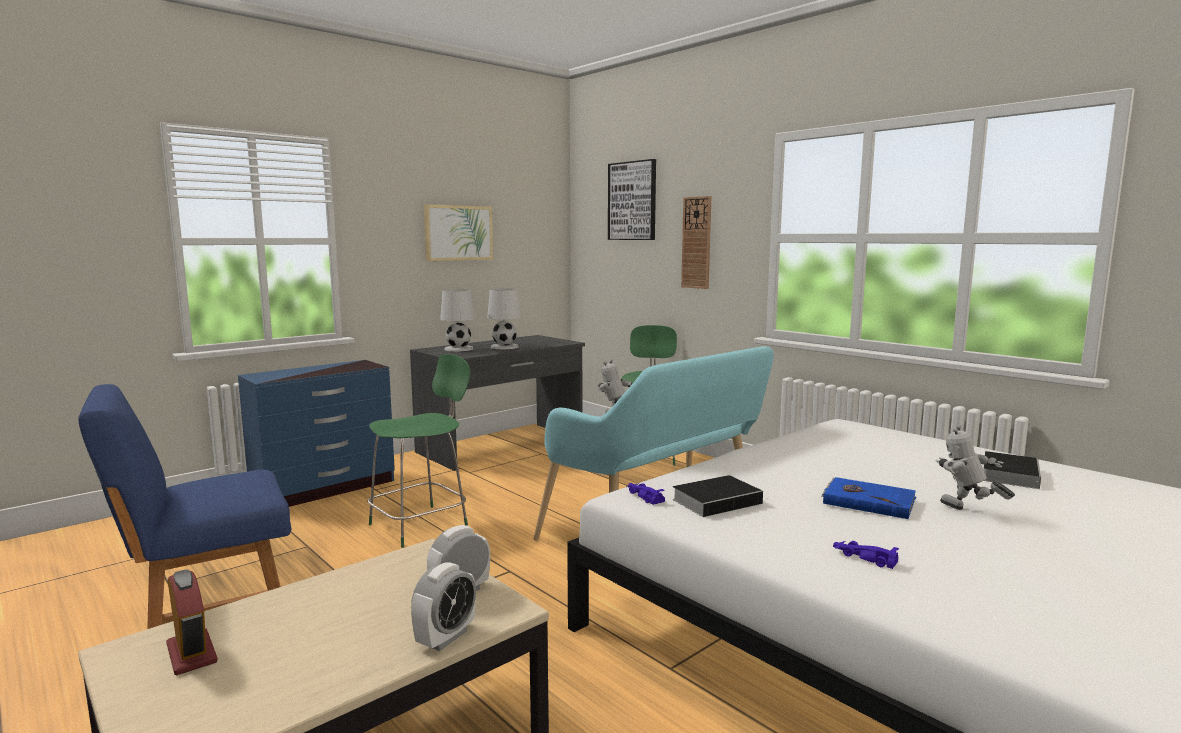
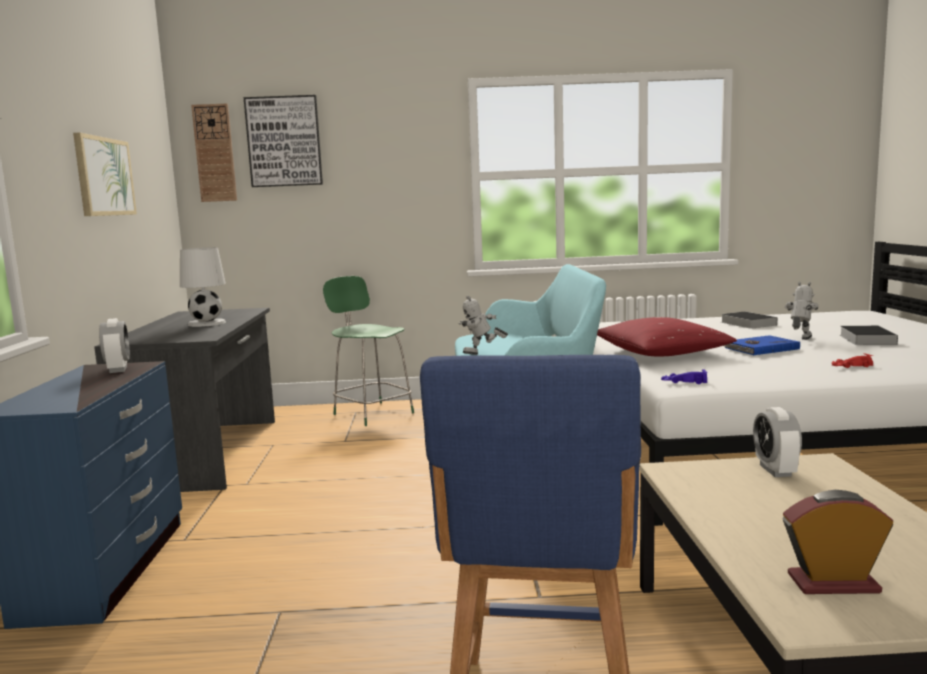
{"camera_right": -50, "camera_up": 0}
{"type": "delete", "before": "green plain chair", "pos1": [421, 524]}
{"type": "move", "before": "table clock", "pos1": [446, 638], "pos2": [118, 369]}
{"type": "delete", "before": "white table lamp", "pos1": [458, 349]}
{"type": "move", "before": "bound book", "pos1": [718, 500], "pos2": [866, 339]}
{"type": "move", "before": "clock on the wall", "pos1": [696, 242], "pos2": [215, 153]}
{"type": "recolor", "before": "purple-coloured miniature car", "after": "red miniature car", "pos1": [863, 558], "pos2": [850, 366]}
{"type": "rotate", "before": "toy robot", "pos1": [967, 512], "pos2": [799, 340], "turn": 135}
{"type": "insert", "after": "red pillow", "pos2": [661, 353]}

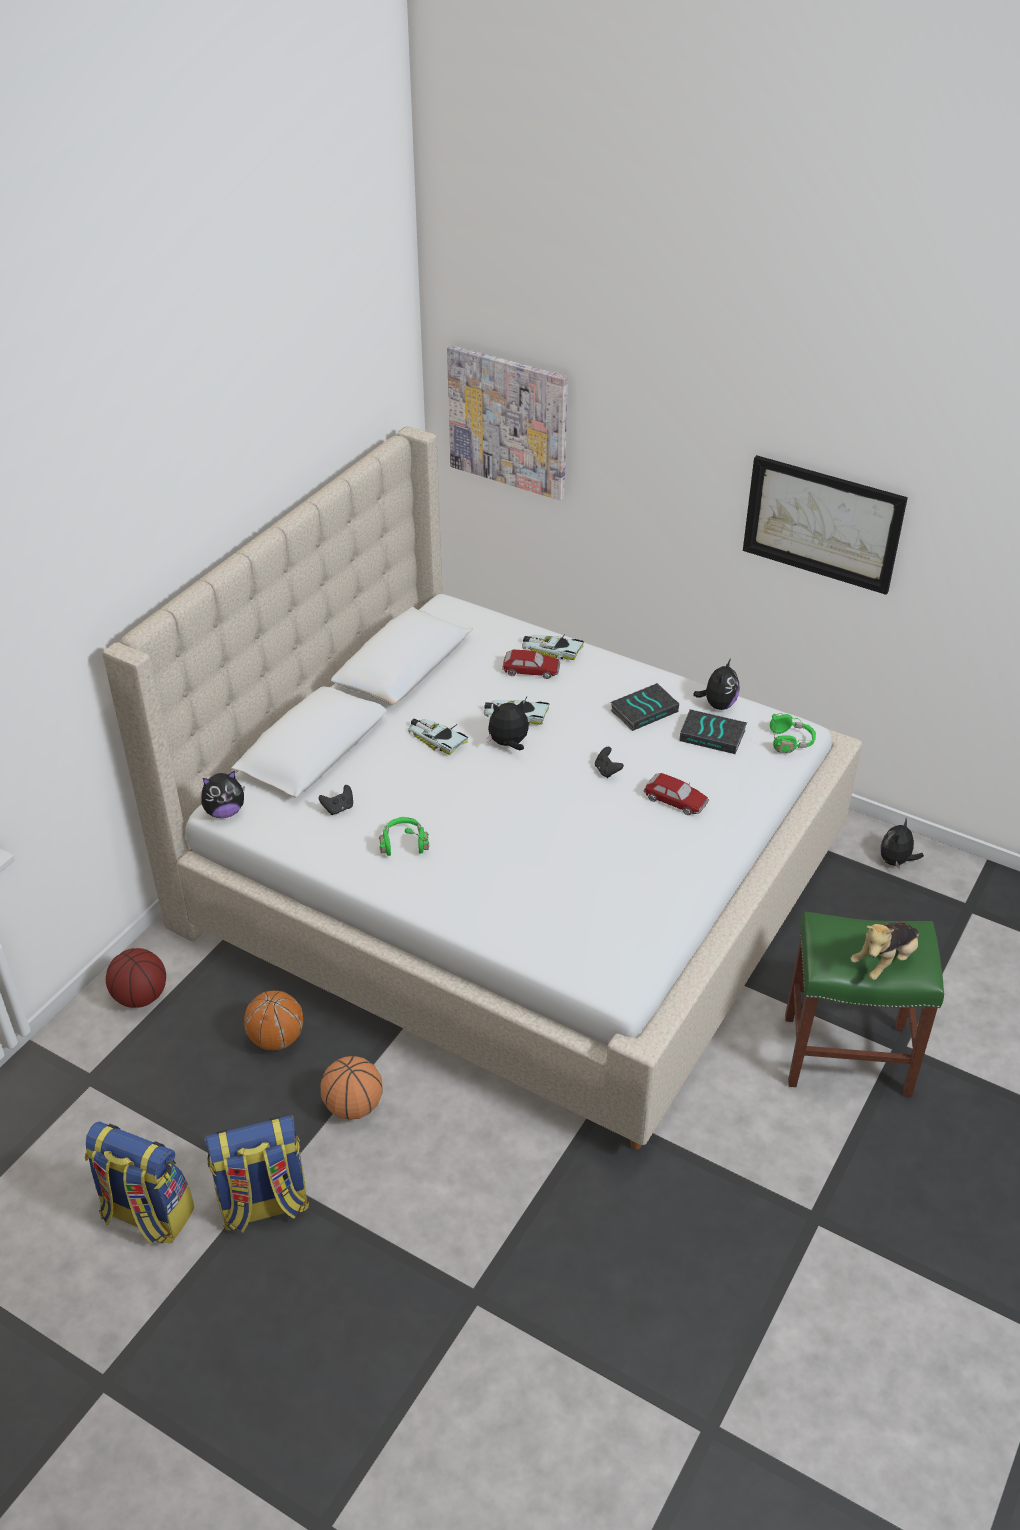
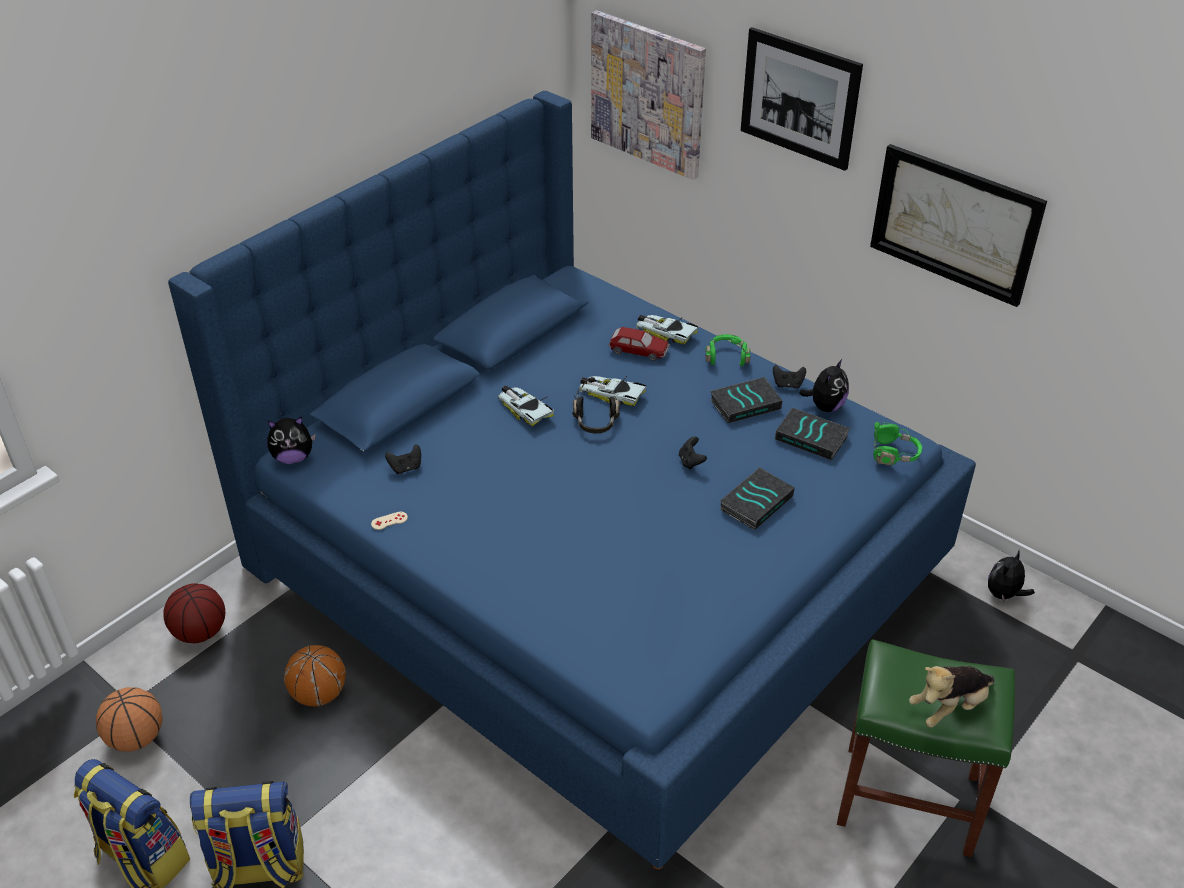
{"camera_right": 10, "camera_up": 0}
{"type": "recolor", "before": "beige-coloured bedroom bed", "after": "blue bedroom bed", "pos1": [510, 883], "pos2": [593, 565]}
{"type": "move", "before": "basketball ball", "pos1": [353, 1106], "pos2": [136, 738]}
{"type": "move", "before": "green pair of headphones", "pos1": [404, 843], "pos2": [727, 357]}
{"type": "replace", "before": "soft toy", "after": "blackish pair of headphones", "pos1": [508, 744], "pos2": [596, 422]}
{"type": "replace", "before": "miniature car", "after": "bound book", "pos1": [675, 801], "pos2": [755, 502]}
{"type": "insert", "after": "beige-coloured gamepad", "pos2": [389, 521]}
{"type": "insert", "after": "wall art", "pos2": [799, 98]}
{"type": "insert", "after": "blackish gamepad", "pos2": [787, 385]}

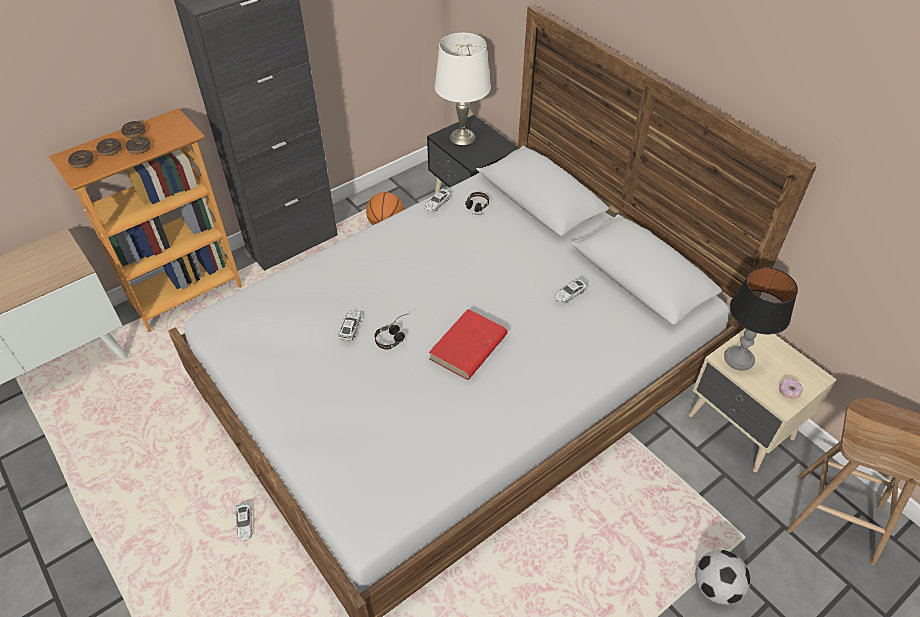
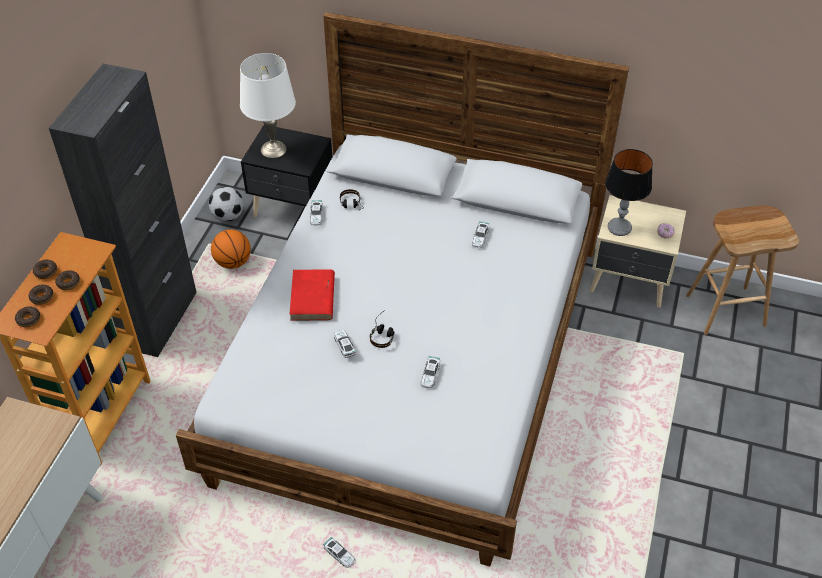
{"camera_right": -35, "camera_up": 0}
{"type": "move", "before": "red bound book", "pos1": [468, 347], "pos2": [312, 298]}
{"type": "move", "before": "football ball", "pos1": [716, 587], "pos2": [228, 216]}
{"type": "insert", "after": "miniature car", "pos2": [430, 375]}

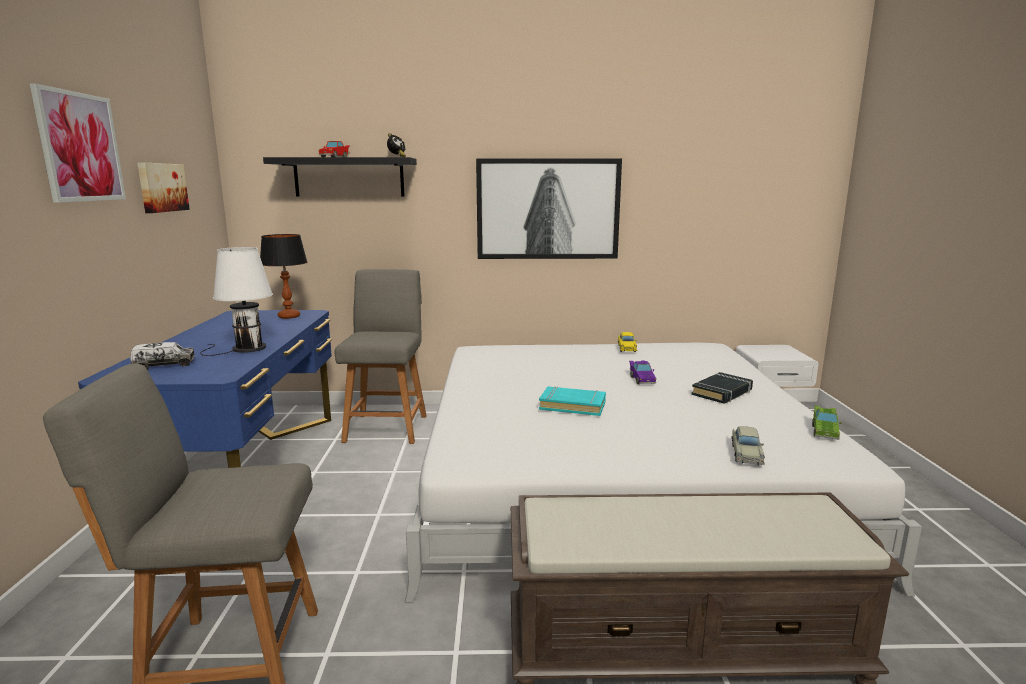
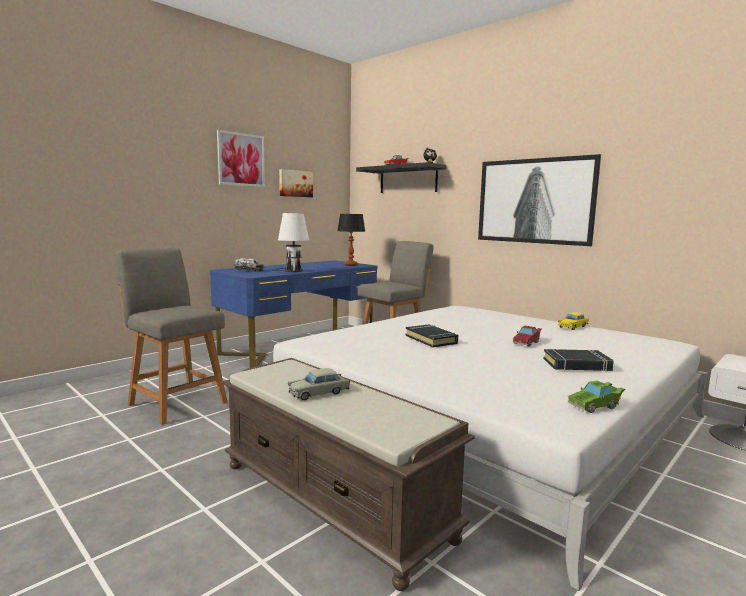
{"camera_right": 45, "camera_up": -5}
{"type": "recolor", "before": "blue-green bound book", "after": "blackish bound book", "pos1": [572, 405], "pos2": [431, 339]}
{"type": "recolor", "before": "purple-coloured miniature car", "after": "red miniature car", "pos1": [641, 379], "pos2": [527, 342]}
{"type": "move", "before": "beige-coloured miniature car", "pos1": [746, 453], "pos2": [319, 393]}

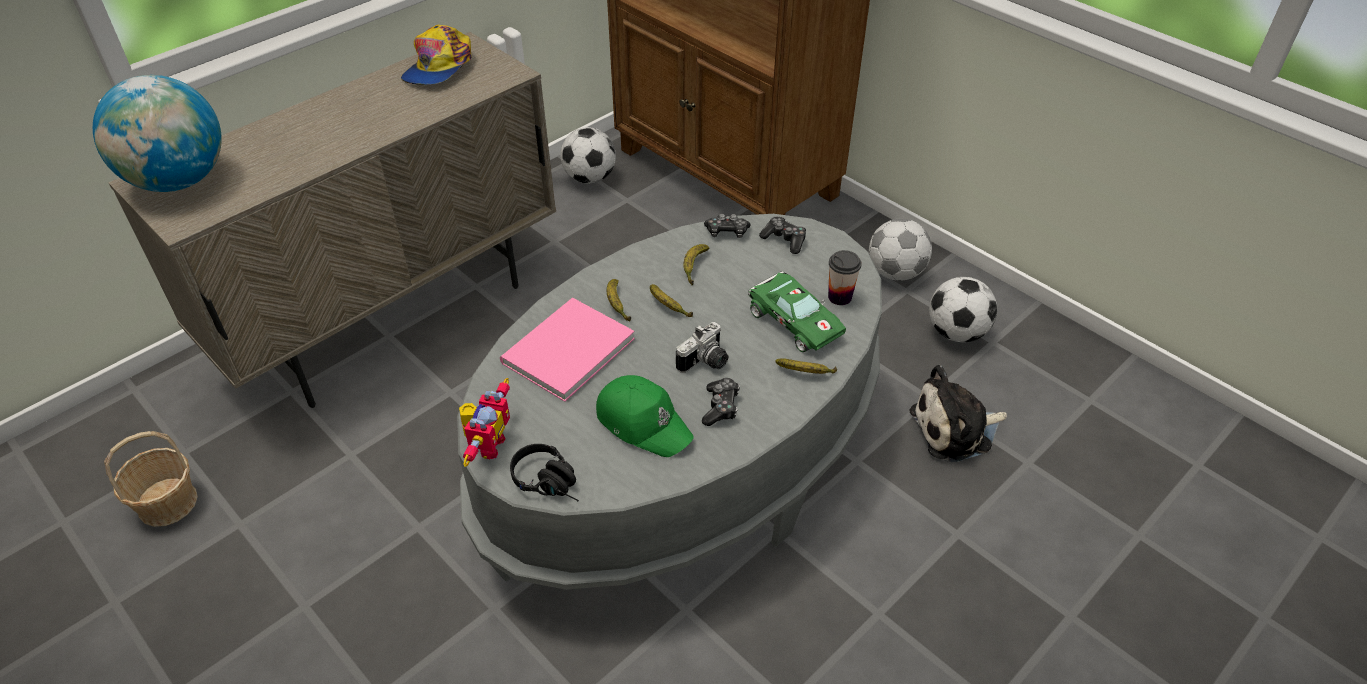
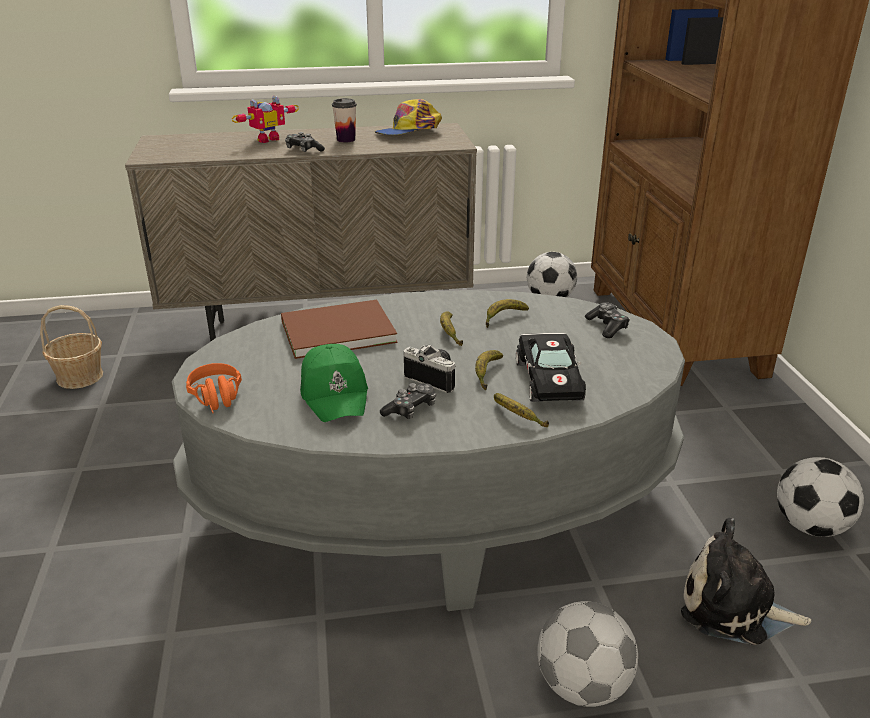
{"camera_right": 35, "camera_up": -15}
{"type": "delete", "before": "globe", "pos1": [179, 181]}
{"type": "move", "before": "toy robot", "pos1": [486, 444], "pos2": [266, 139]}
{"type": "recolor", "before": "pink-coloured bound book", "after": "brownish bound book", "pos1": [563, 351], "pos2": [334, 331]}
{"type": "recolor", "before": "blackish pair of headphones", "after": "orangey pair of headphones", "pos1": [551, 483], "pos2": [218, 401]}
{"type": "move", "before": "banana", "pos1": [617, 304], "pos2": [486, 374]}
{"type": "rotate", "before": "still camera", "pos1": [706, 363], "pos2": [435, 377], "turn": -135}
{"type": "move", "before": "gamepad", "pos1": [726, 232], "pos2": [303, 150]}
{"type": "recolor", "before": "green miniature car", "after": "blackish miniature car", "pos1": [792, 320], "pos2": [549, 379]}
{"type": "move", "before": "cup", "pos1": [839, 297], "pos2": [346, 140]}
{"type": "move", "before": "football ball", "pos1": [895, 273], "pos2": [582, 686]}

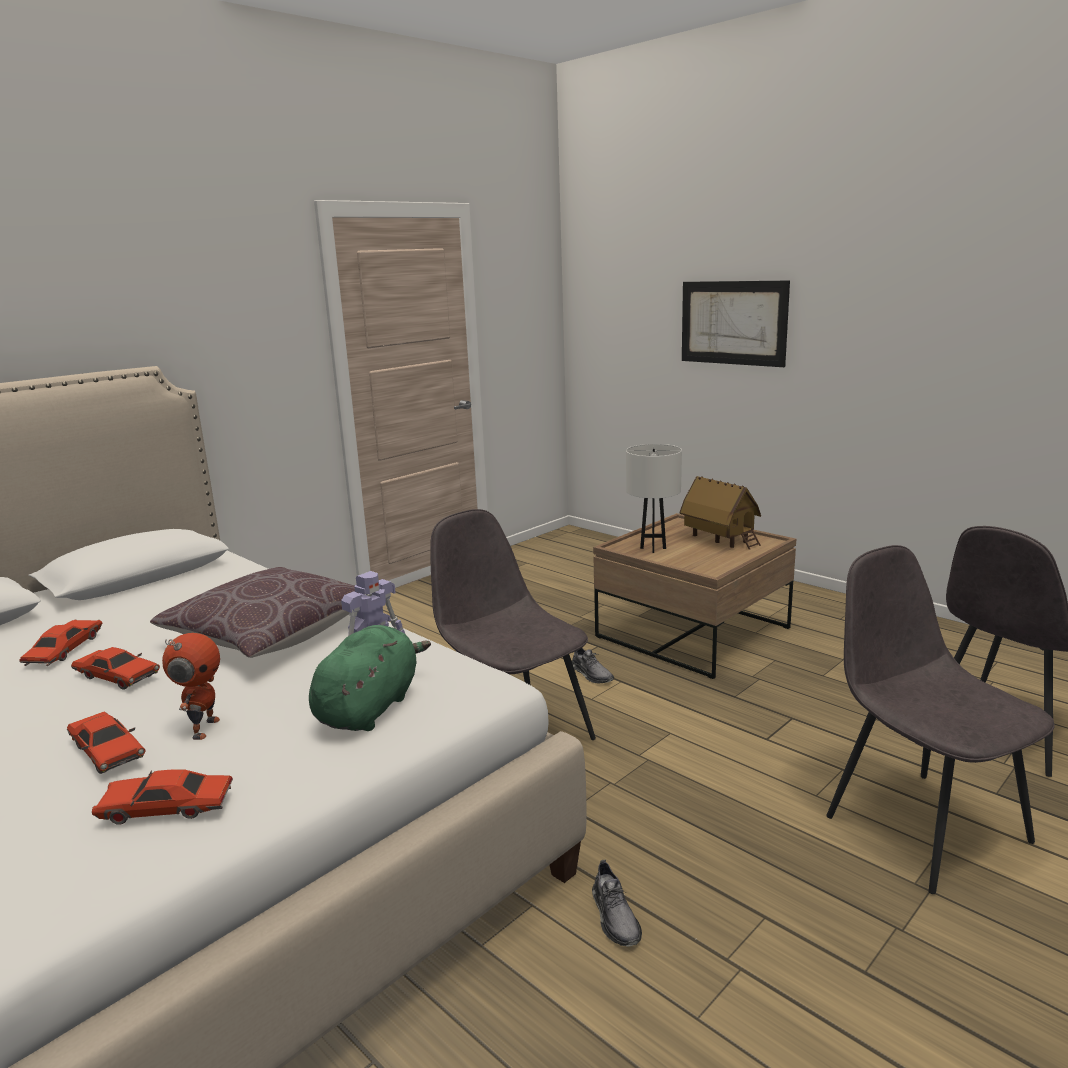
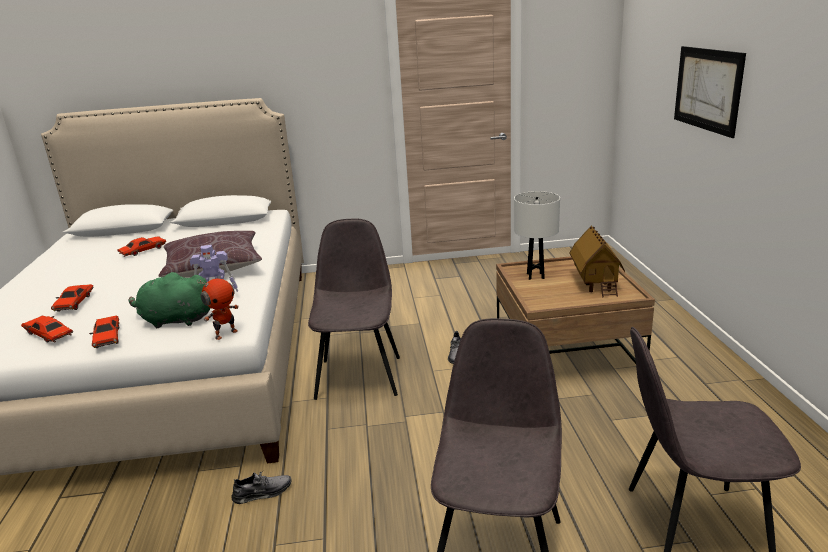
{"camera_right": 40, "camera_up": 5}
{"type": "move", "before": "red miniature car", "pos1": [117, 677], "pos2": [108, 337]}
{"type": "move", "before": "toy robot", "pos1": [204, 728], "pos2": [225, 334]}
{"type": "rotate", "before": "green soft toy", "pos1": [370, 707], "pos2": [175, 320], "turn": -150}
{"type": "rotate", "before": "greyish shoe", "pos1": [615, 916], "pos2": [262, 492], "turn": -135}

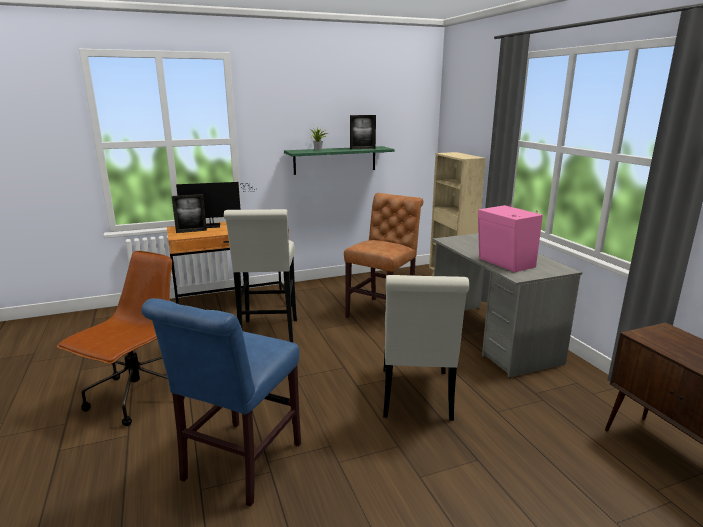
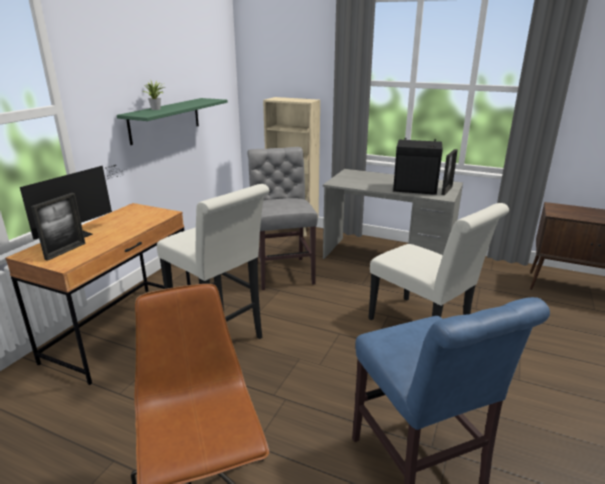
{"camera_right": -45, "camera_up": 5}
{"type": "recolor", "before": "brownish plain chair", "after": "greyish plain chair", "pos1": [383, 312], "pos2": [282, 271]}
{"type": "move", "before": "photo frame", "pos1": [362, 148], "pos2": [447, 190]}
{"type": "recolor", "before": "pink-coloured loudspeaker", "after": "blackish loudspeaker", "pos1": [505, 263], "pos2": [415, 190]}

